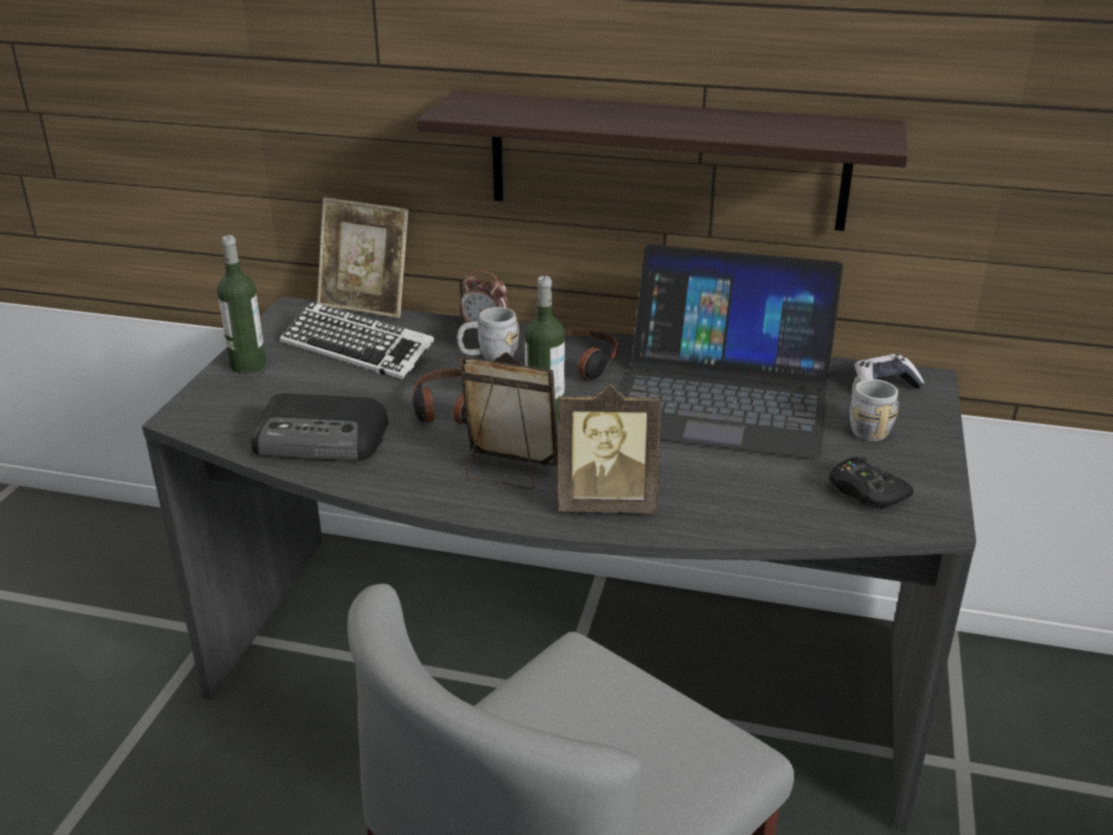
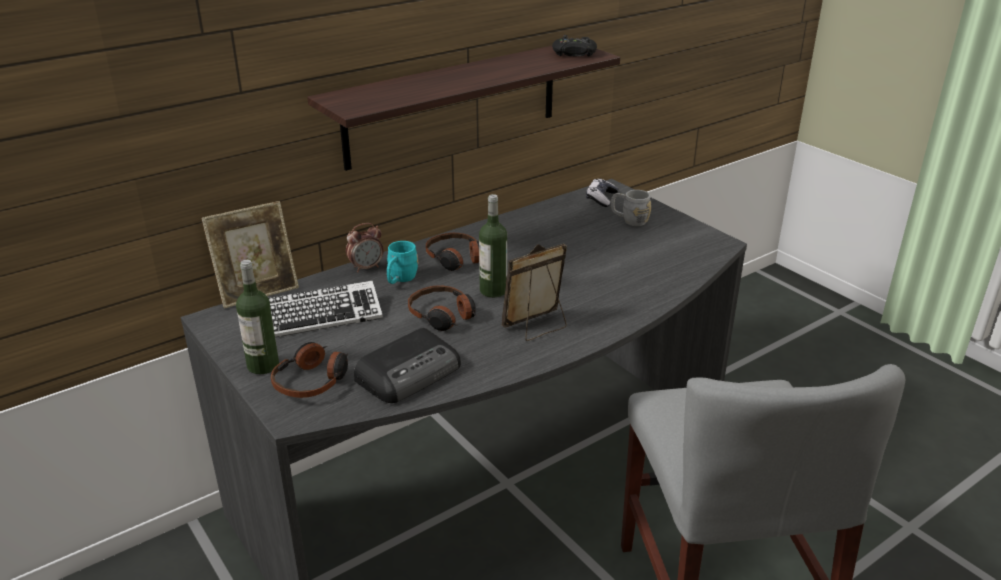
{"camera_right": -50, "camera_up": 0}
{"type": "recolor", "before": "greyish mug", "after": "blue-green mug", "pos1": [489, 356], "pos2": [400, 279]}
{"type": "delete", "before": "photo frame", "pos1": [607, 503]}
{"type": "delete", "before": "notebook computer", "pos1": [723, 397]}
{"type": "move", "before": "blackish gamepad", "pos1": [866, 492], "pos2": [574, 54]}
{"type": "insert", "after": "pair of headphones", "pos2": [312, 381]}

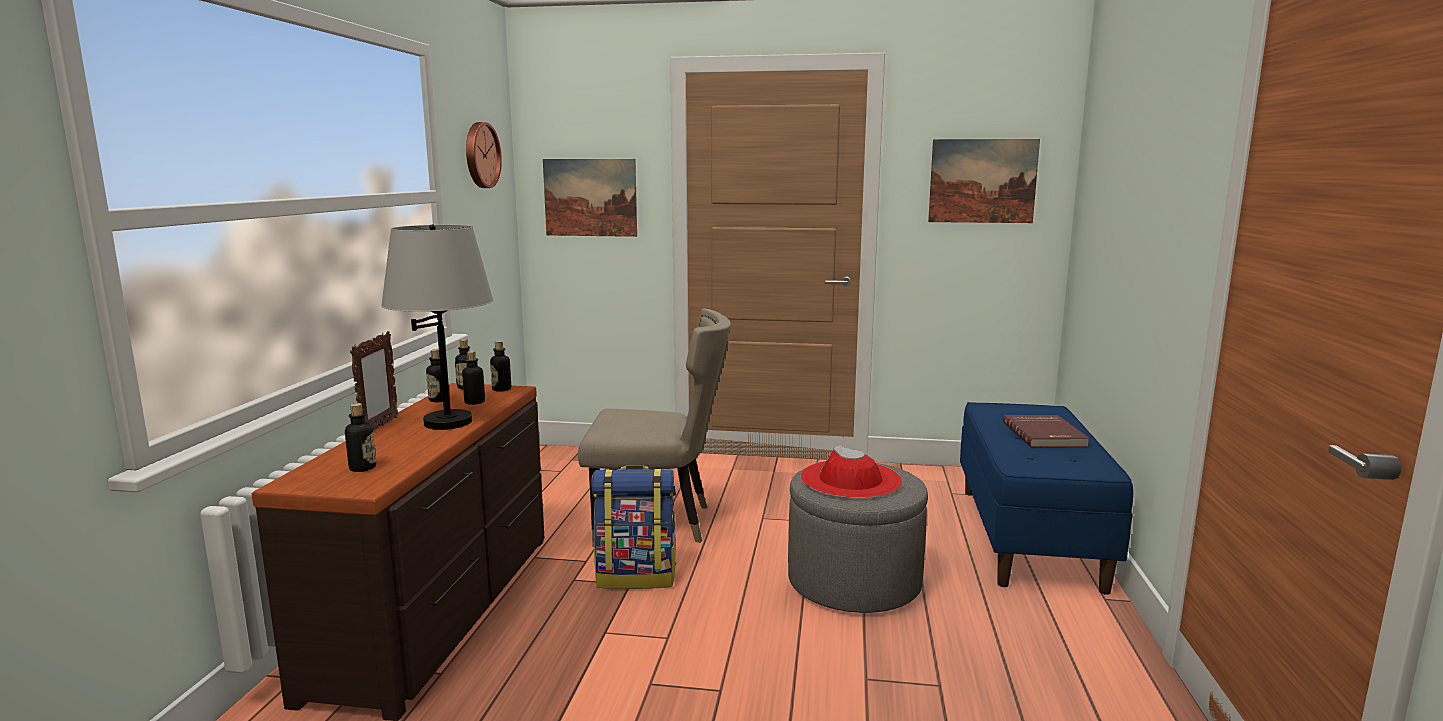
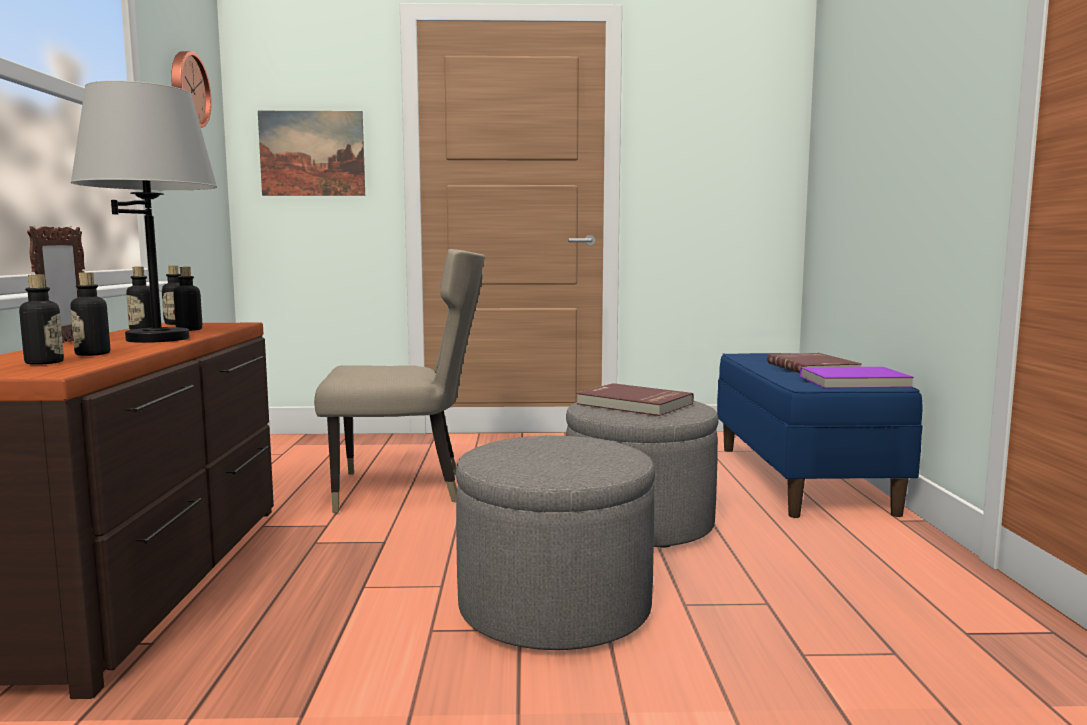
{"camera_right": -10, "camera_up": -5}
{"type": "move", "before": "bottle", "pos1": [501, 389], "pos2": [92, 354]}
{"type": "delete", "before": "rucksack", "pos1": [637, 576]}
{"type": "replace", "before": "red wearable hat", "after": "red bound book", "pos1": [850, 480], "pos2": [633, 404]}
{"type": "delete", "before": "wall art", "pos1": [982, 181]}
{"type": "insert", "after": "greyish ottoman", "pos2": [554, 608]}
{"type": "insert", "after": "purple-coloured bound book", "pos2": [855, 382]}

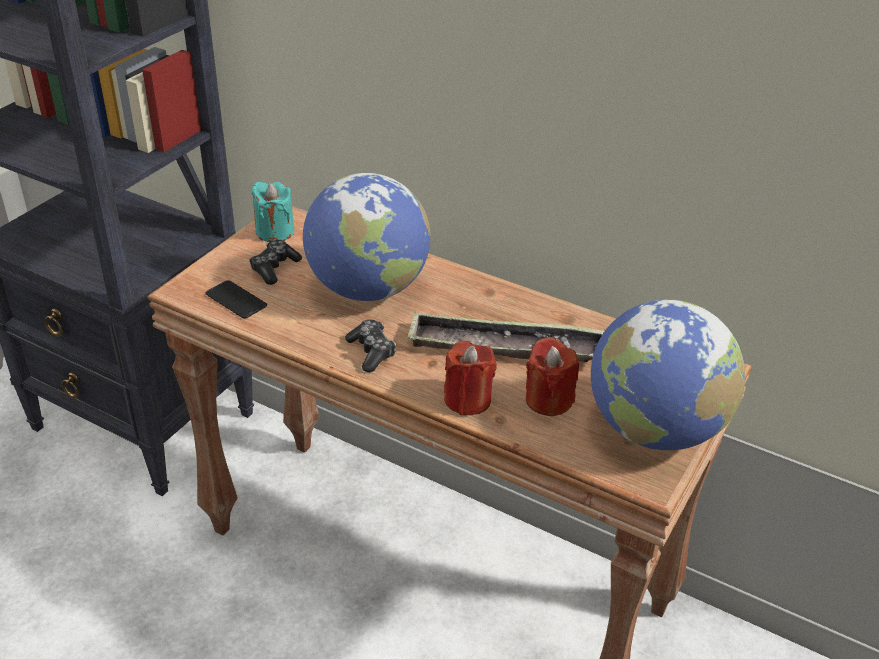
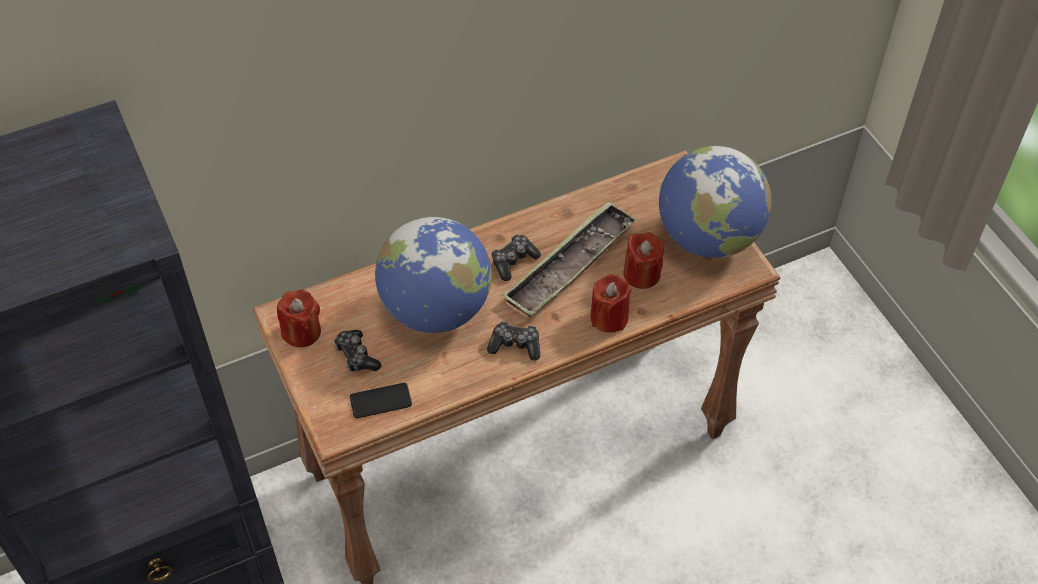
{"camera_right": -55, "camera_up": 15}
{"type": "recolor", "before": "blue-green wax light", "after": "red wax light", "pos1": [275, 232], "pos2": [302, 332]}
{"type": "insert", "after": "gamepad", "pos2": [513, 261]}

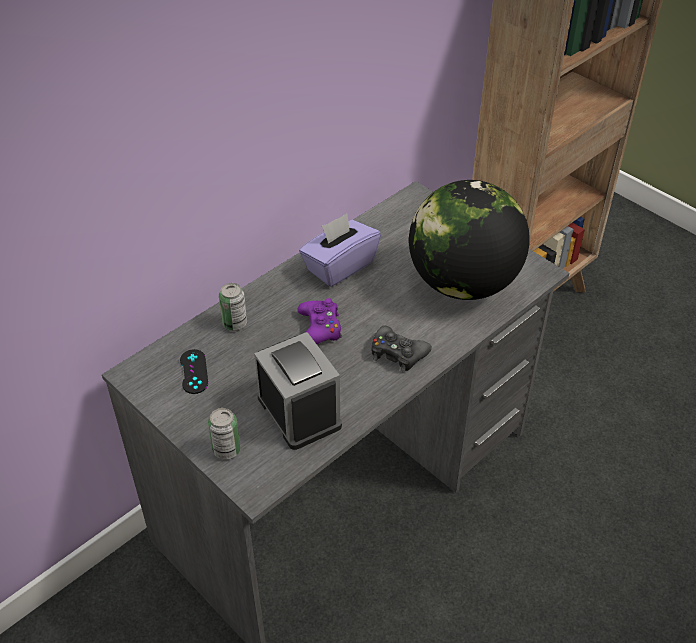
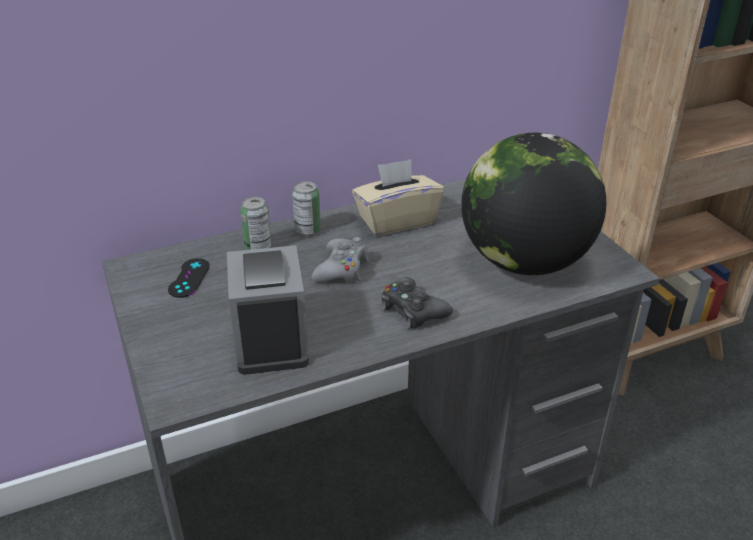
{"camera_right": 20, "camera_up": -10}
{"type": "move", "before": "metal can", "pos1": [226, 450], "pos2": [307, 230]}
{"type": "recolor", "before": "purple-coloured gamepad", "after": "greyish gamepad", "pos1": [320, 328], "pos2": [342, 269]}
{"type": "recolor", "before": "purple-coloured tissue box", "after": "beige-coloured tissue box", "pos1": [339, 266], "pos2": [396, 220]}

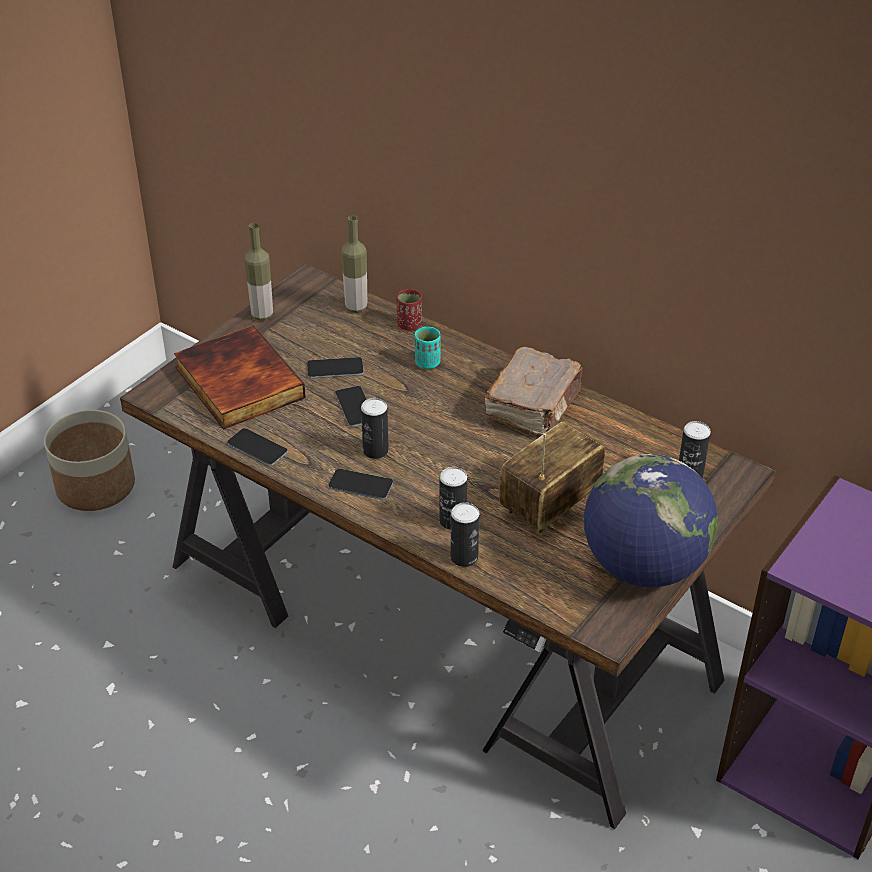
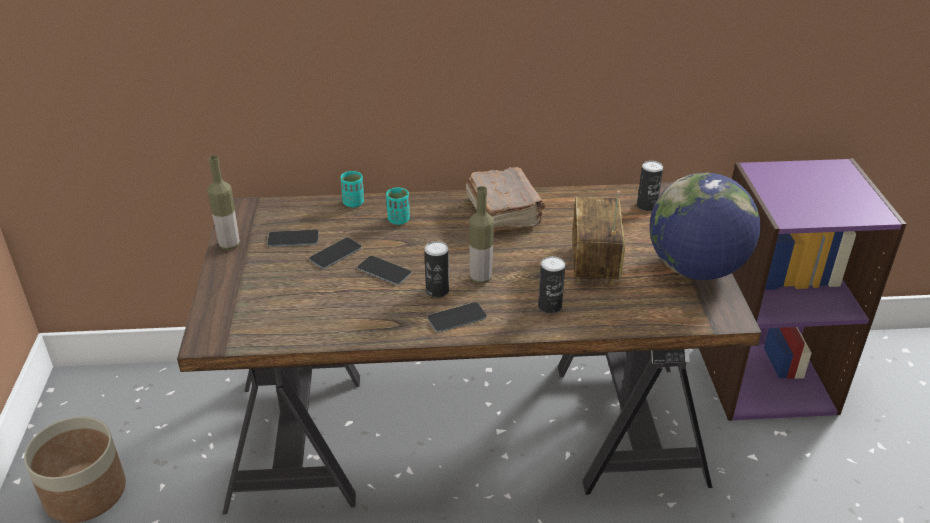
{"camera_right": -40, "camera_up": -5}
{"type": "delete", "before": "bound book", "pos1": [237, 383]}
{"type": "move", "before": "telephone", "pos1": [257, 447], "pos2": [293, 239]}
{"type": "move", "before": "bottle", "pos1": [356, 307], "pos2": [480, 278]}
{"type": "recolor", "before": "red cup", "after": "blue-green cup", "pos1": [409, 325], "pos2": [353, 203]}
{"type": "delete", "before": "metal can", "pos1": [464, 557]}

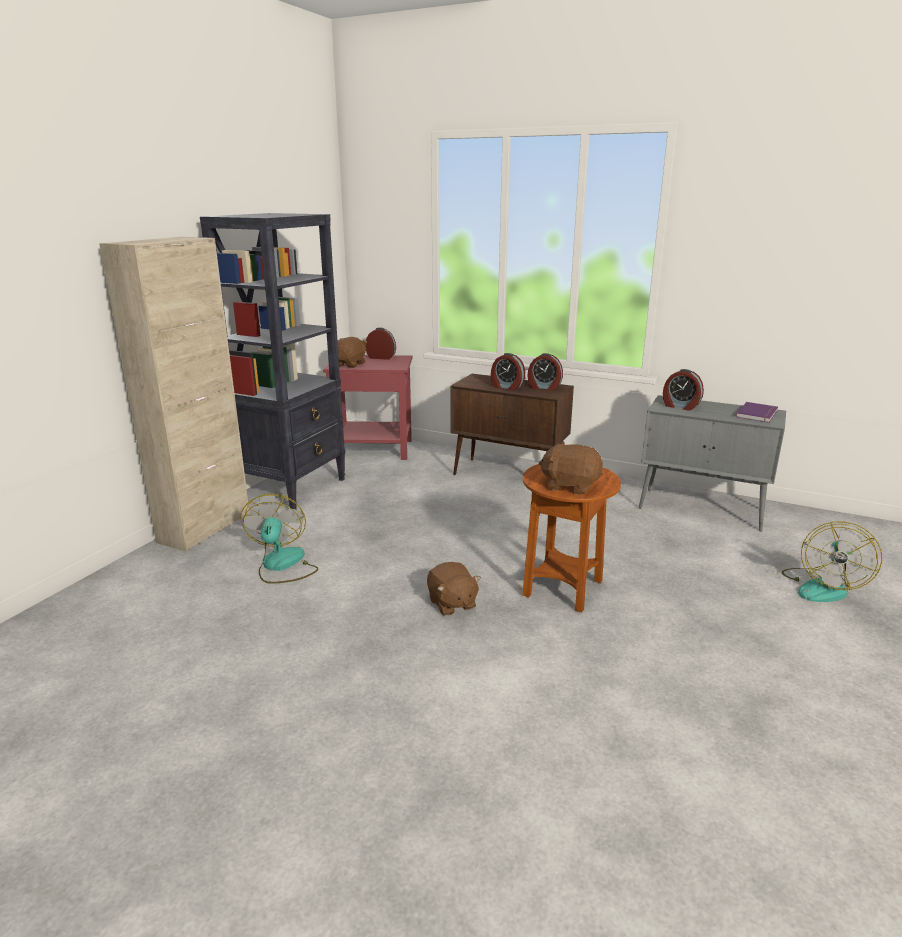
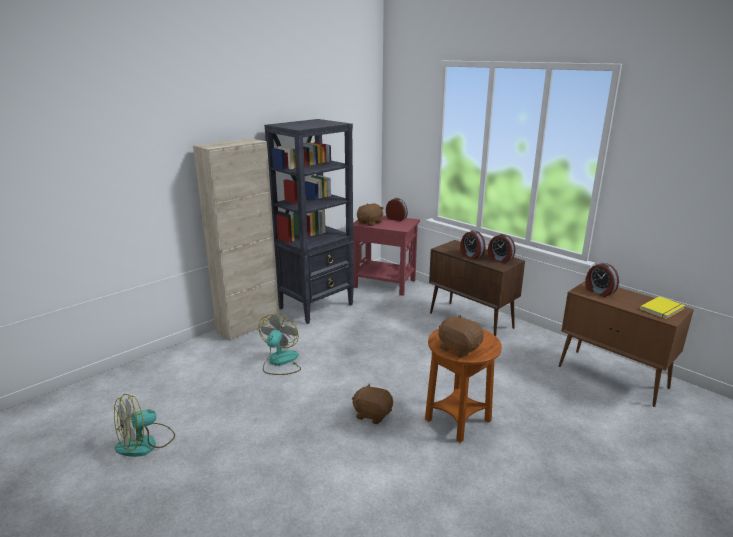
{"camera_right": 20, "camera_up": 0}
{"type": "rotate", "before": "brownish soft toy", "pos1": [451, 604], "pos2": [372, 414], "turn": 120}
{"type": "recolor", "before": "greyish cupboard", "after": "brownish cupboard", "pos1": [702, 509], "pos2": [613, 377]}
{"type": "recolor", "before": "purple-coloured bound book", "after": "yellow bound book", "pos1": [758, 414], "pos2": [663, 309]}
{"type": "move", "before": "cooling fan", "pos1": [822, 587], "pos2": [146, 443]}

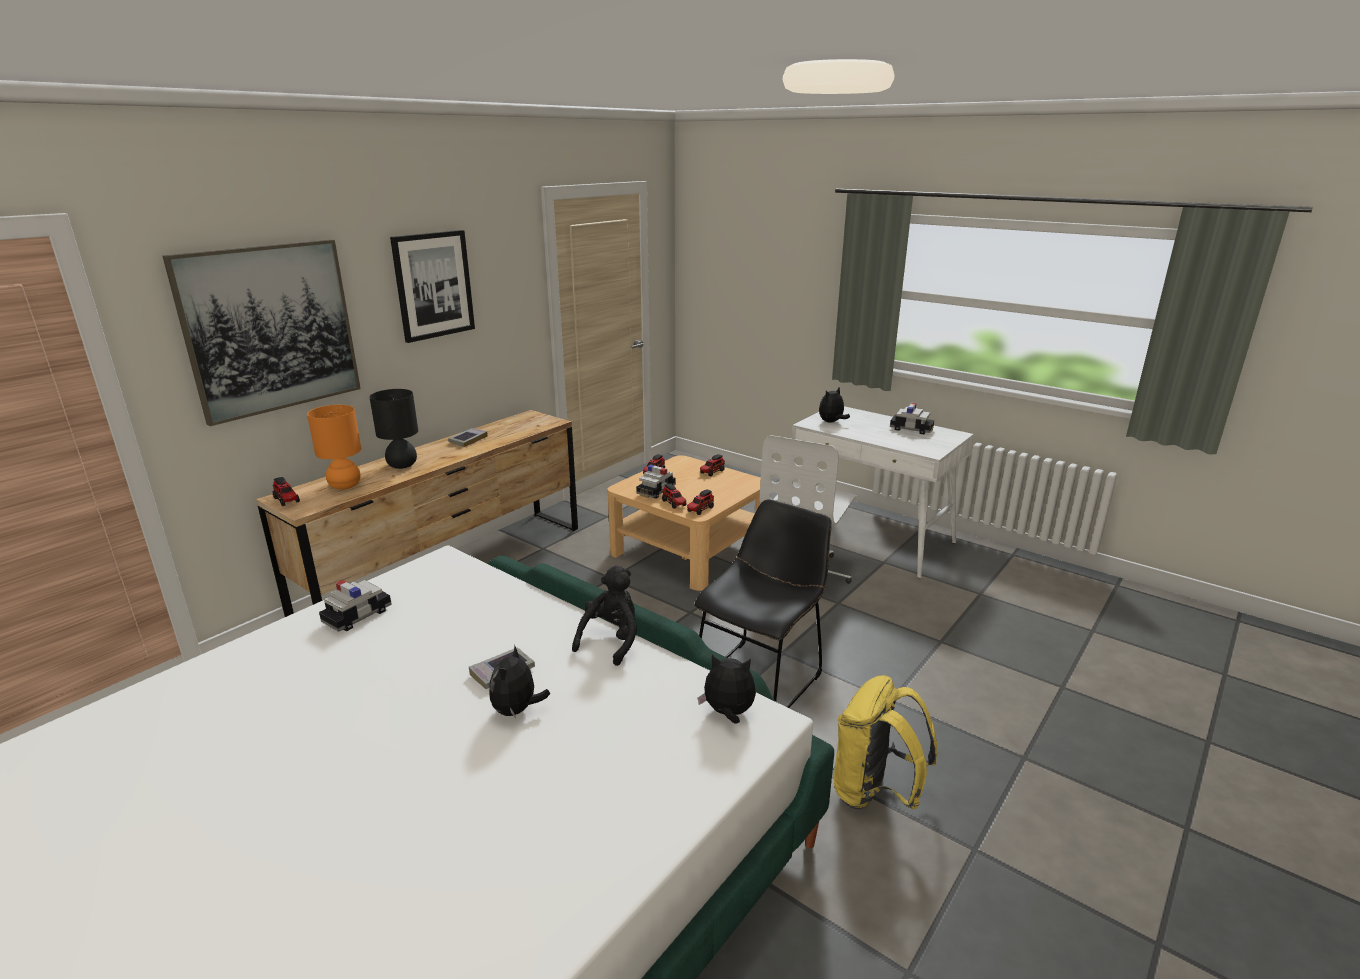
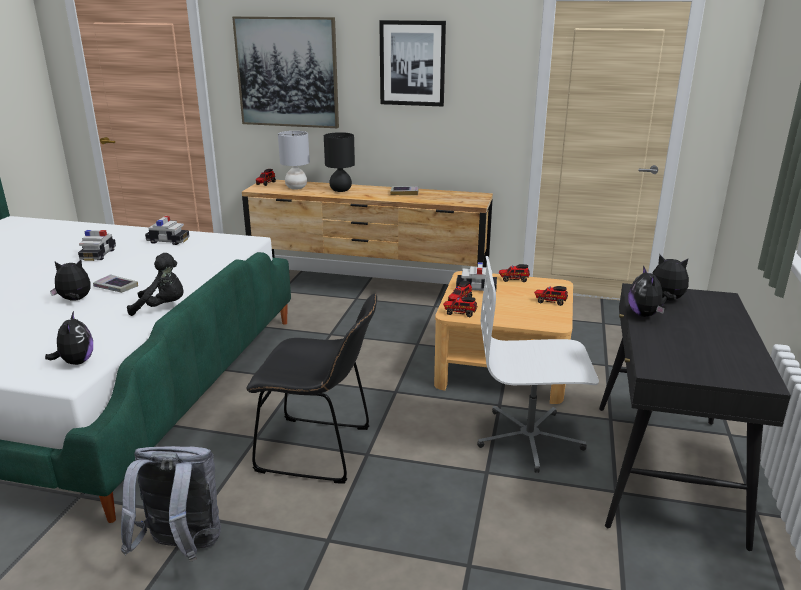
{"camera_right": 65, "camera_up": 0}
{"type": "recolor", "before": "orangey table lamp", "after": "greyish table lamp", "pos1": [344, 486], "pos2": [296, 188]}
{"type": "recolor", "before": "white desk table", "after": "blackish desk table", "pos1": [870, 538], "pos2": [665, 471]}
{"type": "recolor", "before": "yellow rucksack", "after": "greyish rucksack", "pos1": [874, 793], "pos2": [181, 548]}
{"type": "move", "before": "miniature car", "pos1": [911, 429], "pos2": [98, 254]}
{"type": "insert", "after": "soft toy", "pos2": [645, 315]}

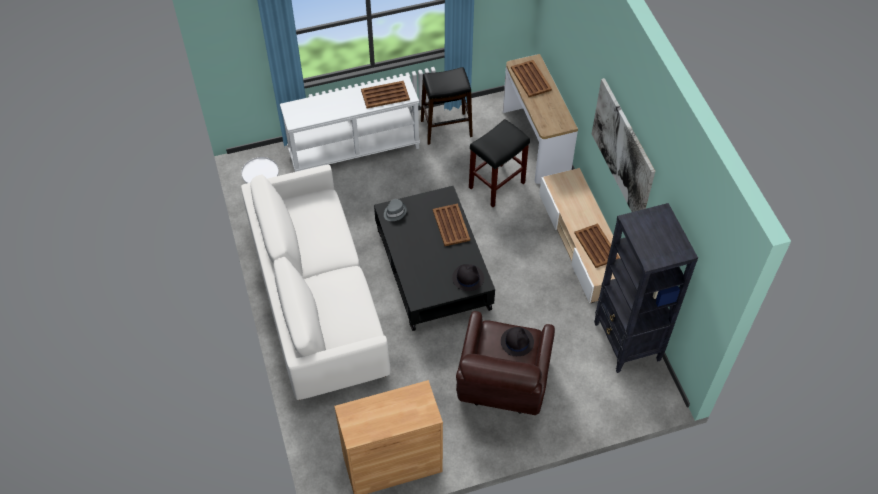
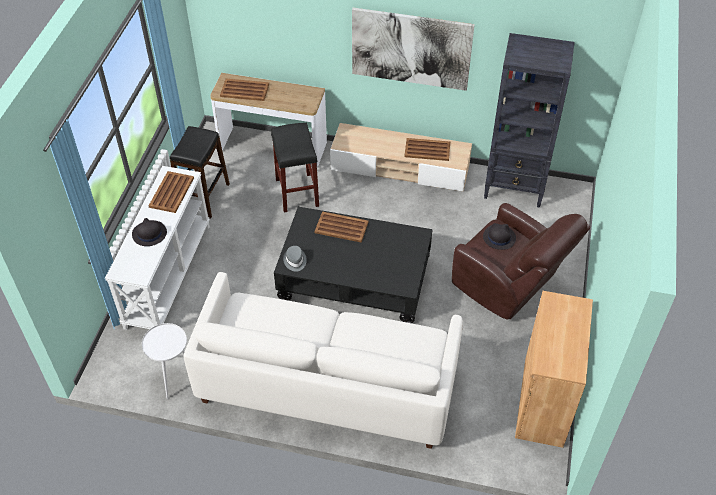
{"camera_right": -60, "camera_up": -5}
{"type": "move", "before": "blackish wearable hat", "pos1": [467, 278], "pos2": [149, 234]}

